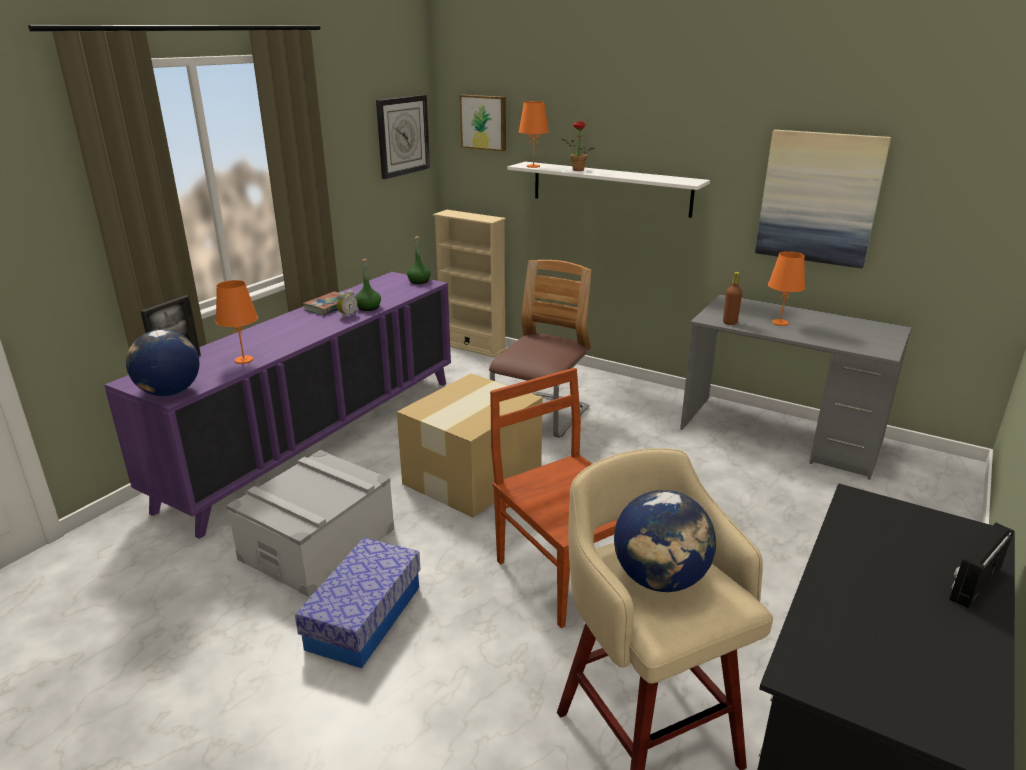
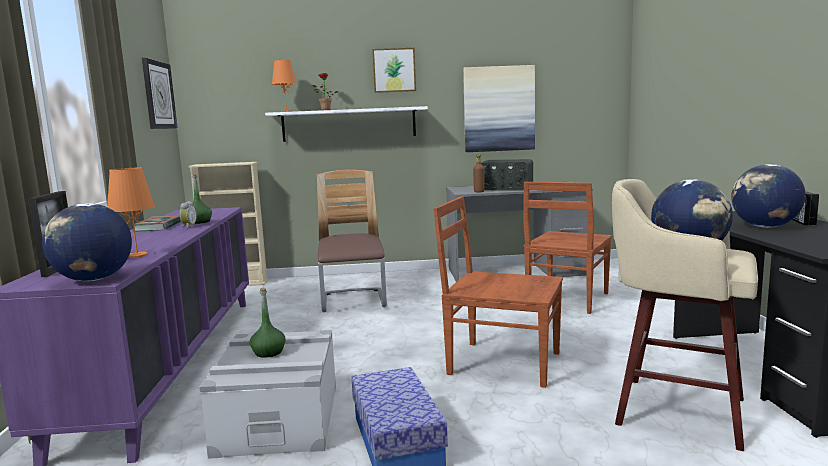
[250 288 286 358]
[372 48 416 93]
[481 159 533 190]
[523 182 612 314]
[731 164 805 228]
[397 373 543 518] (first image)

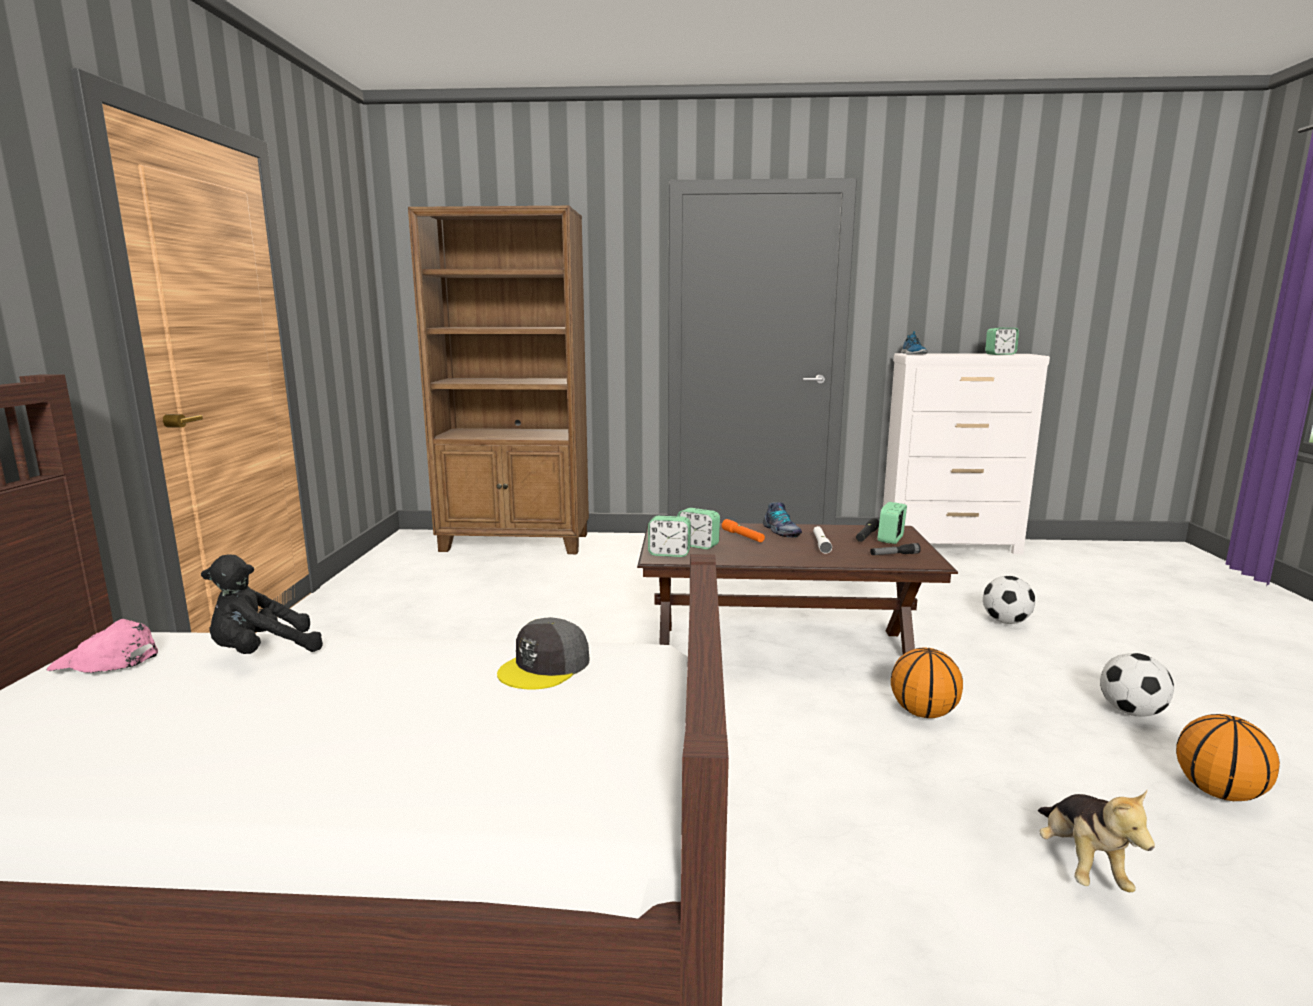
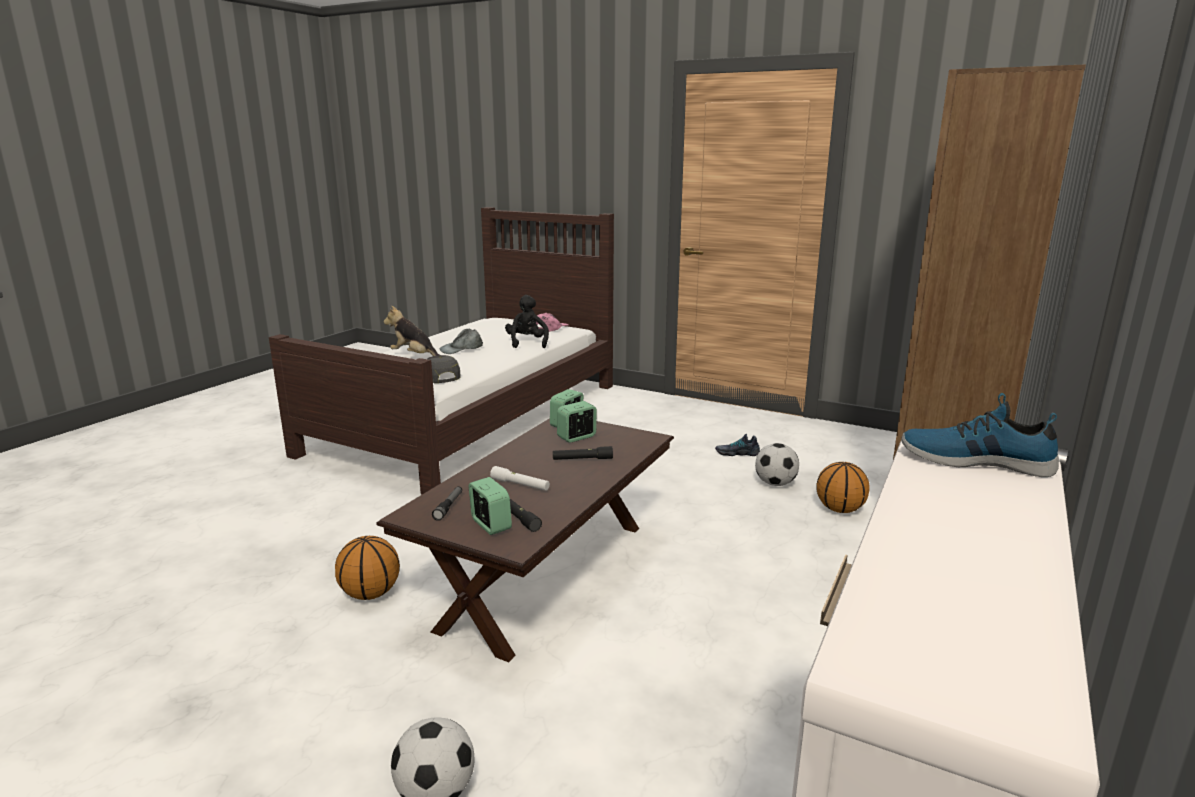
[383 306 439 356]
[440 329 483 354]
[553 446 613 460]
[715 434 760 456]
[755 443 799 486]
[816 462 870 513]
[985 327 1019 355] (first image)

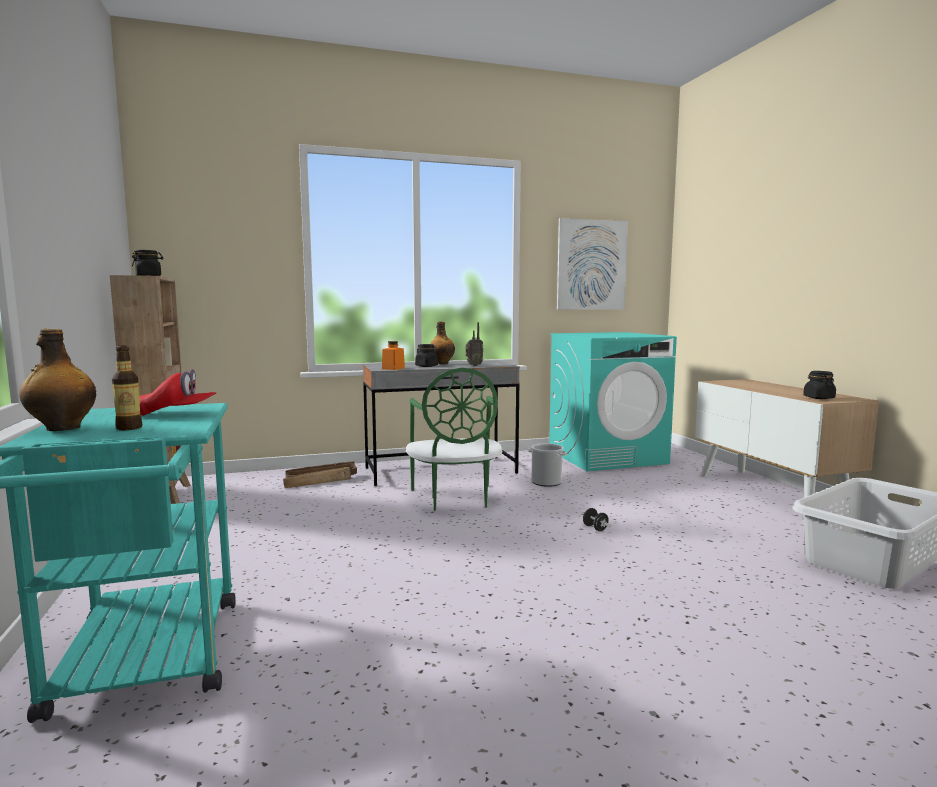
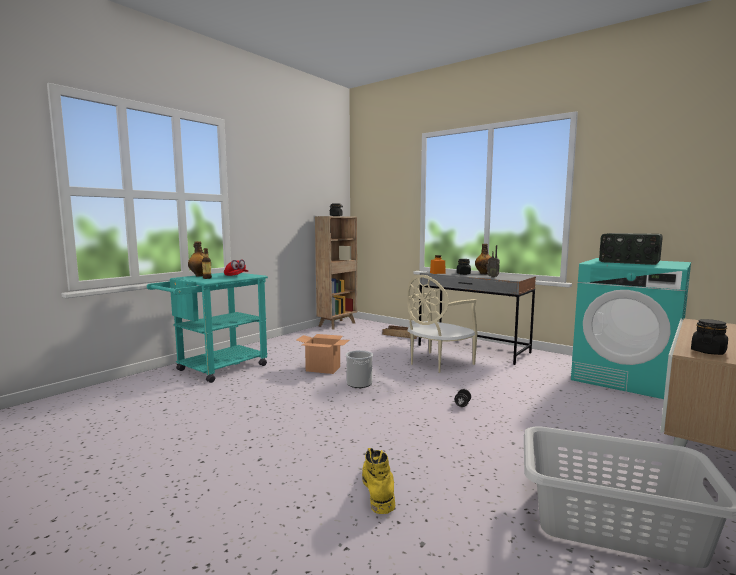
[296 334 349 374]
[346 350 373 388]
[362 448 395 514]
[407 275 478 373]
[599 233 663 265]
[557 218 628 310] (first image)

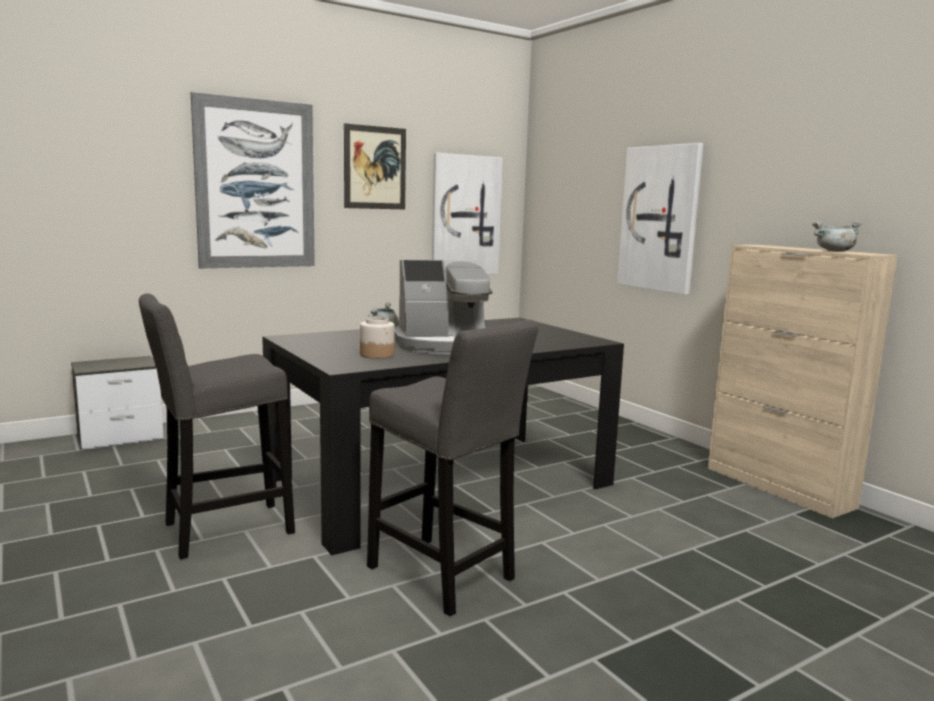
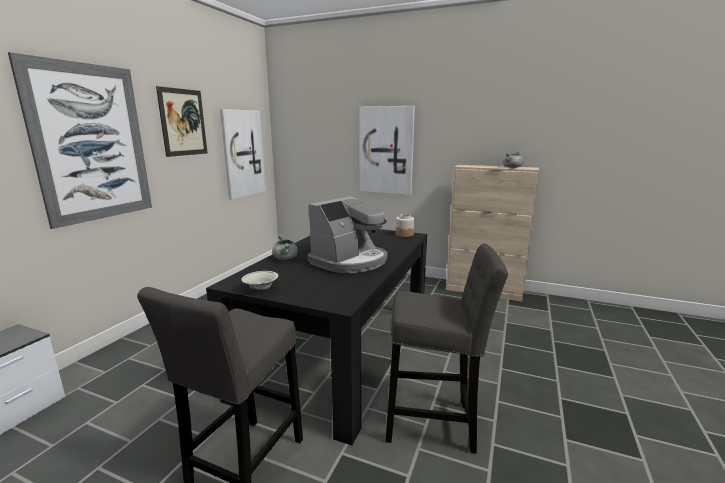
[241 271 278 291]
[396 214 414 237]

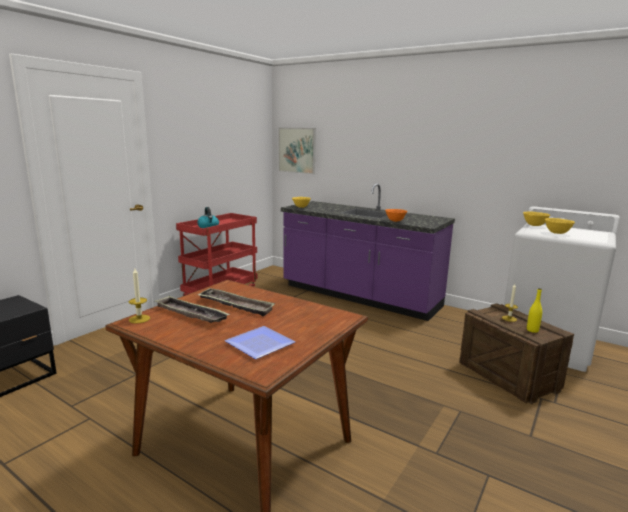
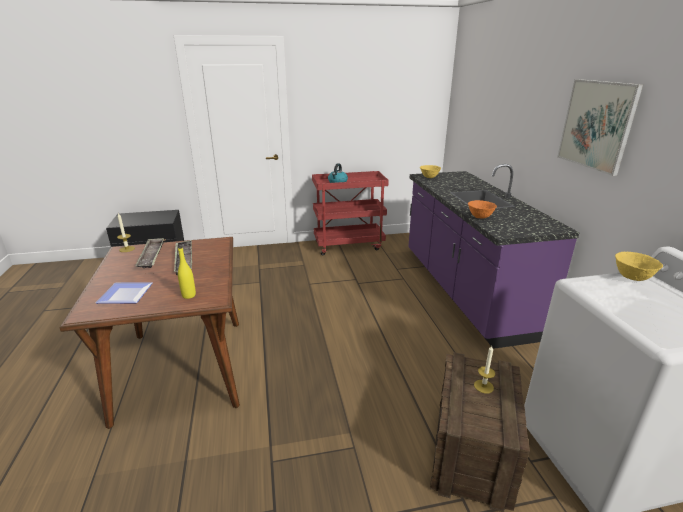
[178 247 196 299]
[557 79 643 176]
[545 218 575 234] (first image)

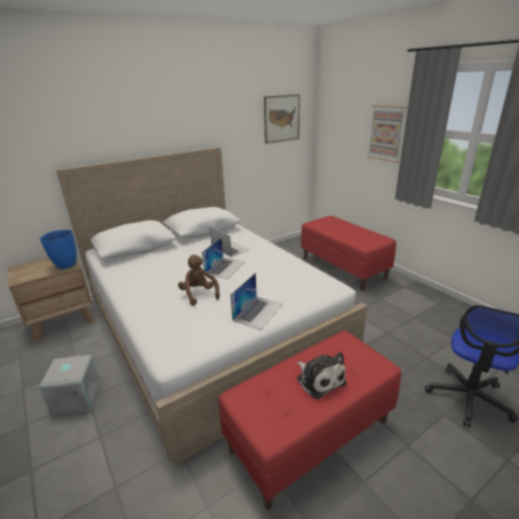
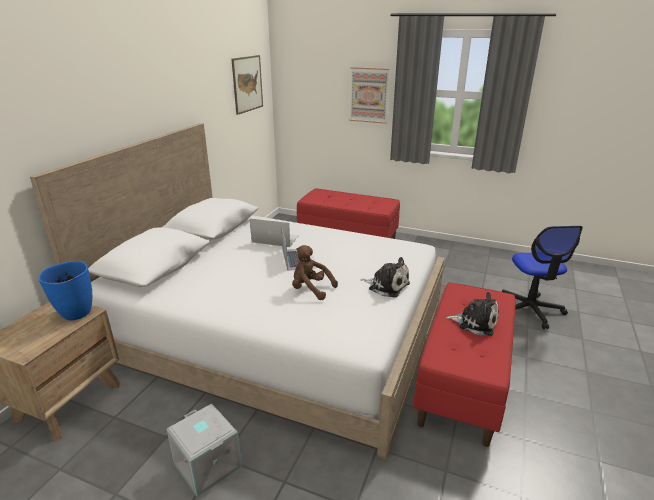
[361 257 410 298]

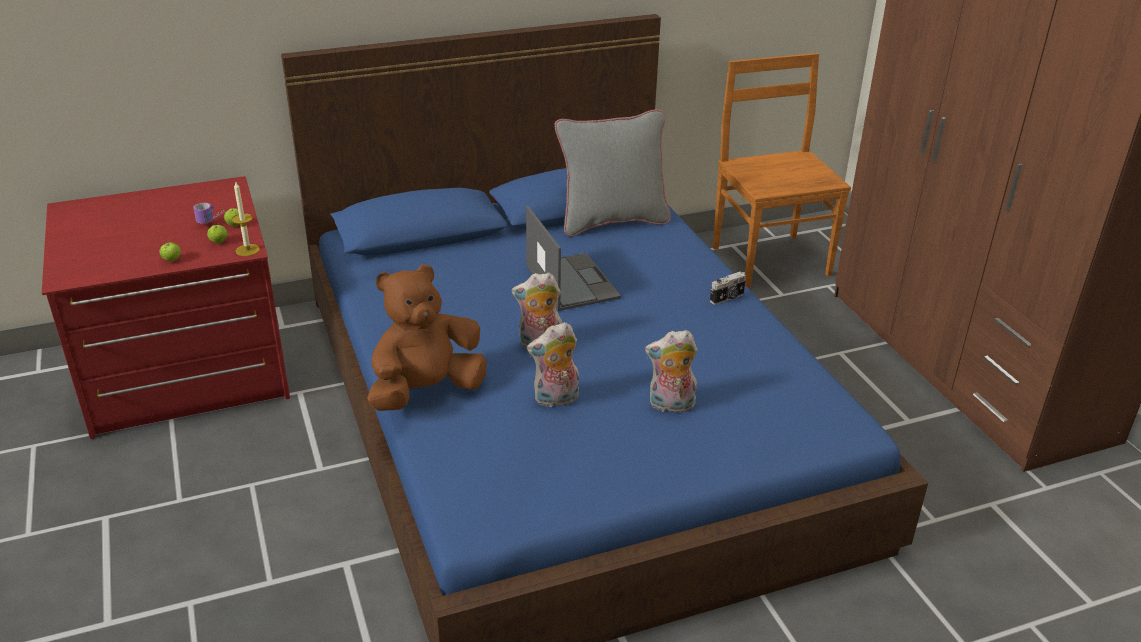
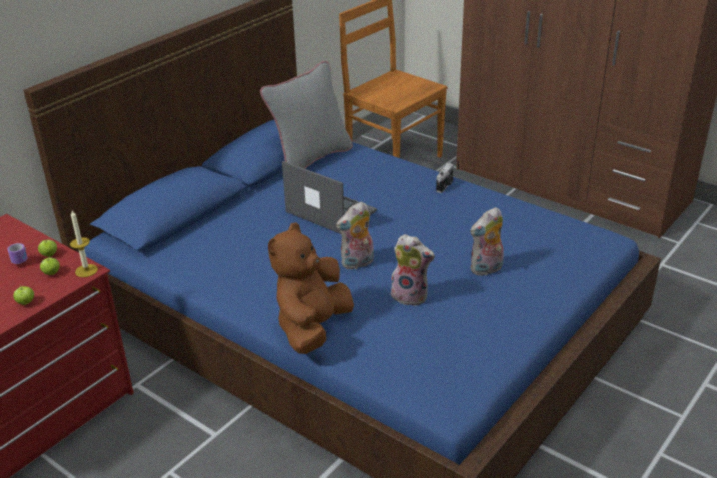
[391 234 435 306]

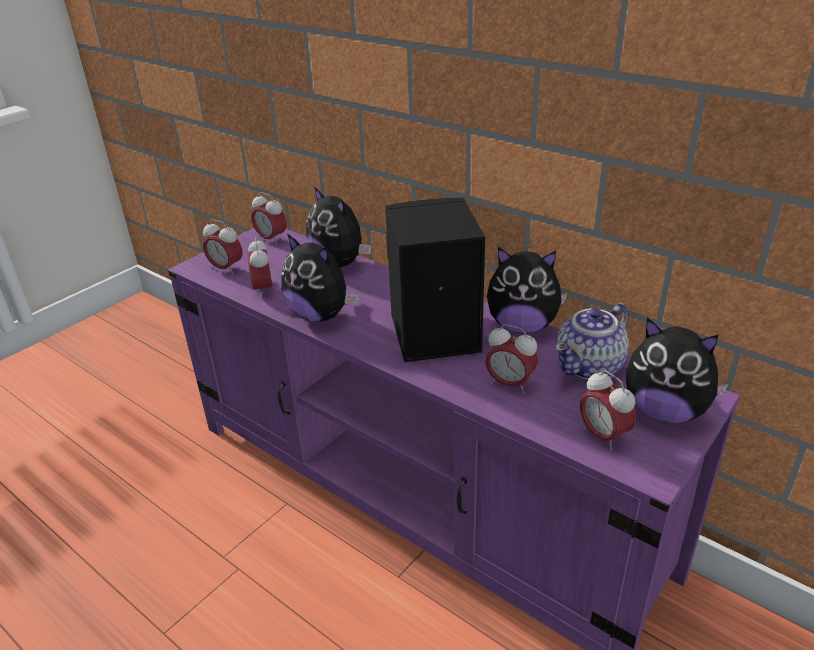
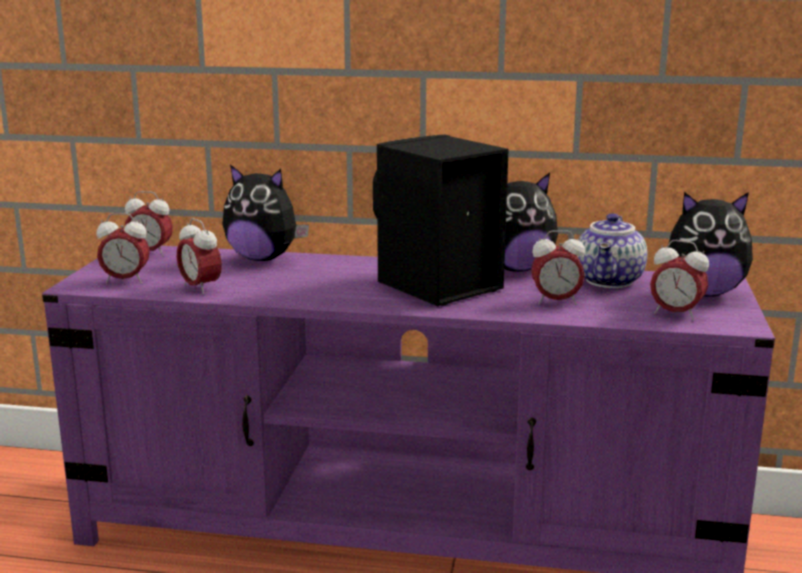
[281 233 359 322] (first image)

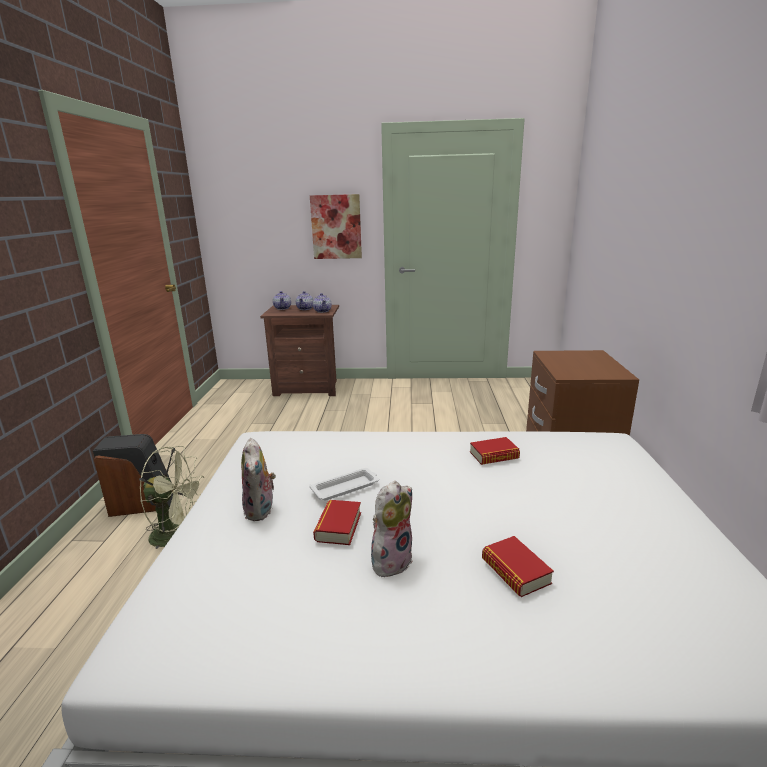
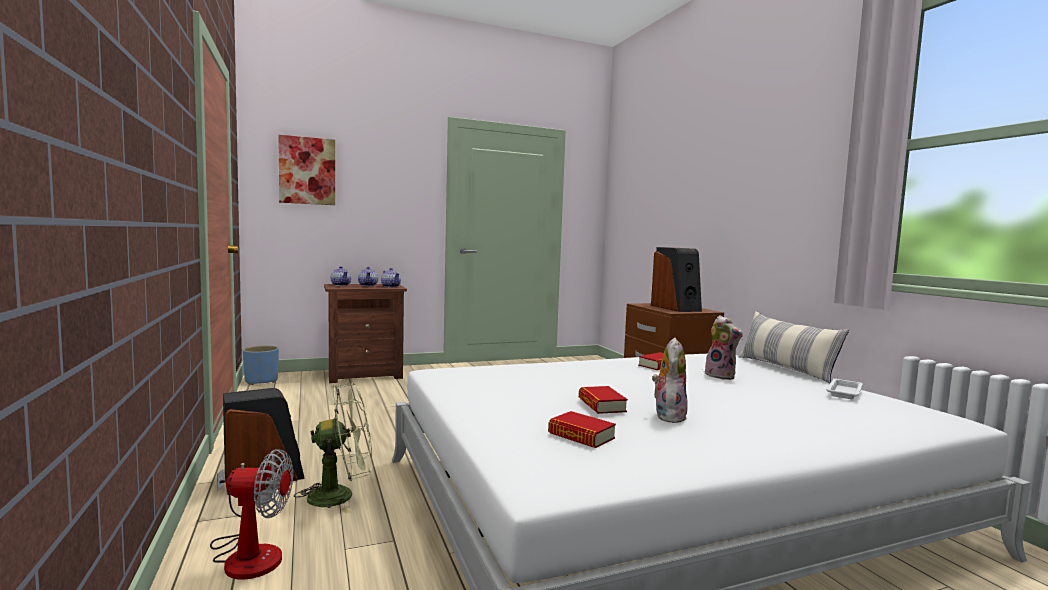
[210 449 293 580]
[243 345 279 385]
[278 135 335 205]
[548 411 616 448]
[651 247 702 312]
[705 315 743 380]
[739 311 849 383]
[827 379 863 399]

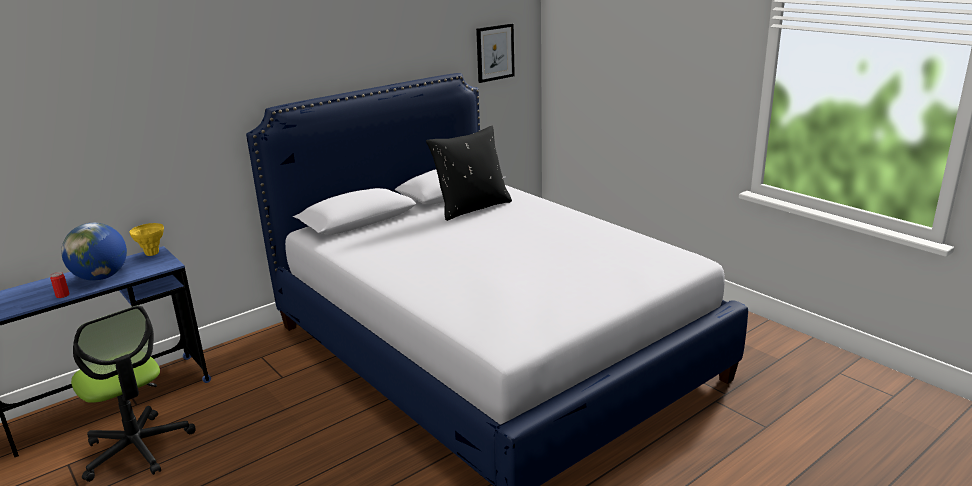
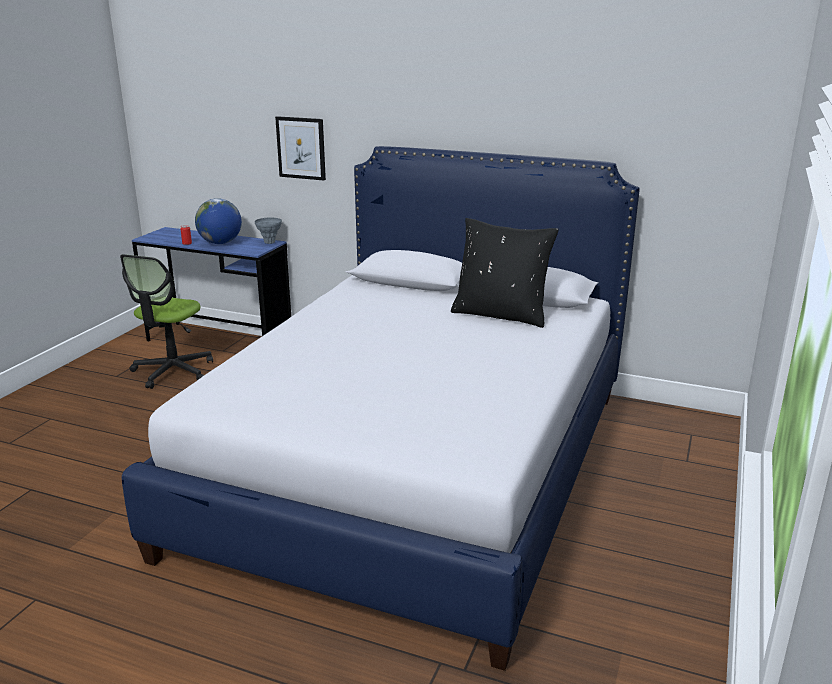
[255 217 282 244]
[275 116 326 181]

